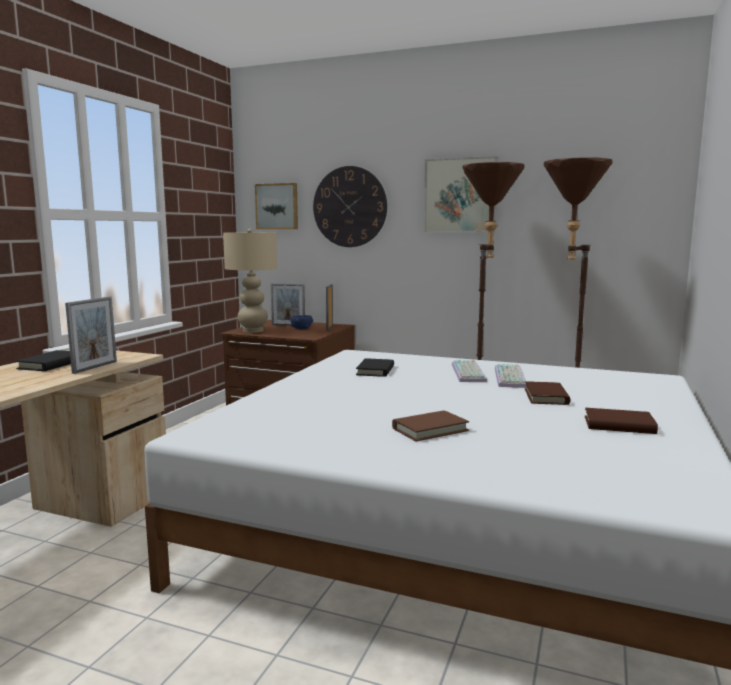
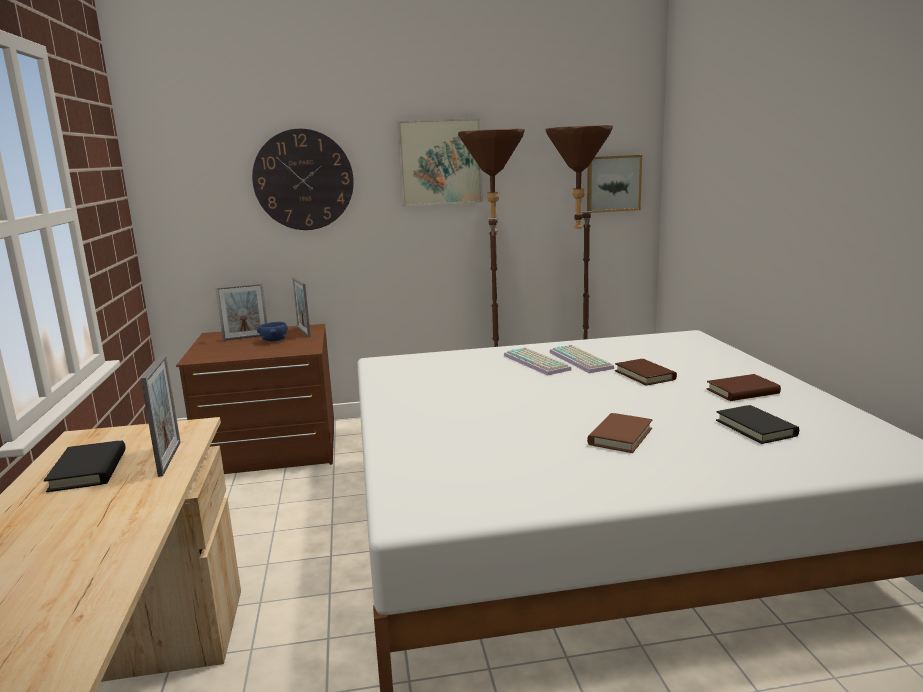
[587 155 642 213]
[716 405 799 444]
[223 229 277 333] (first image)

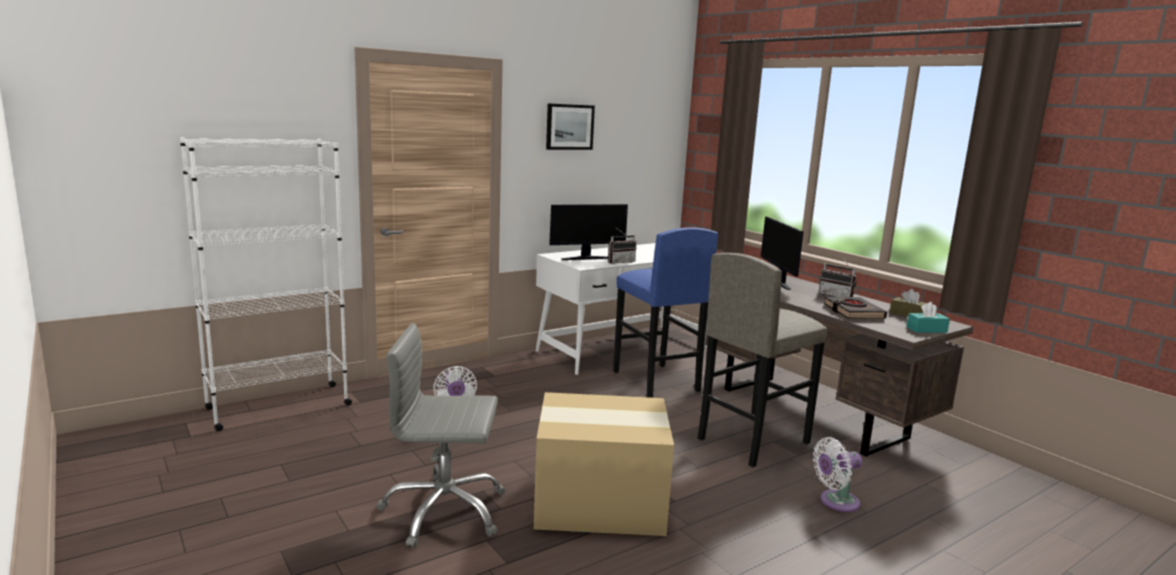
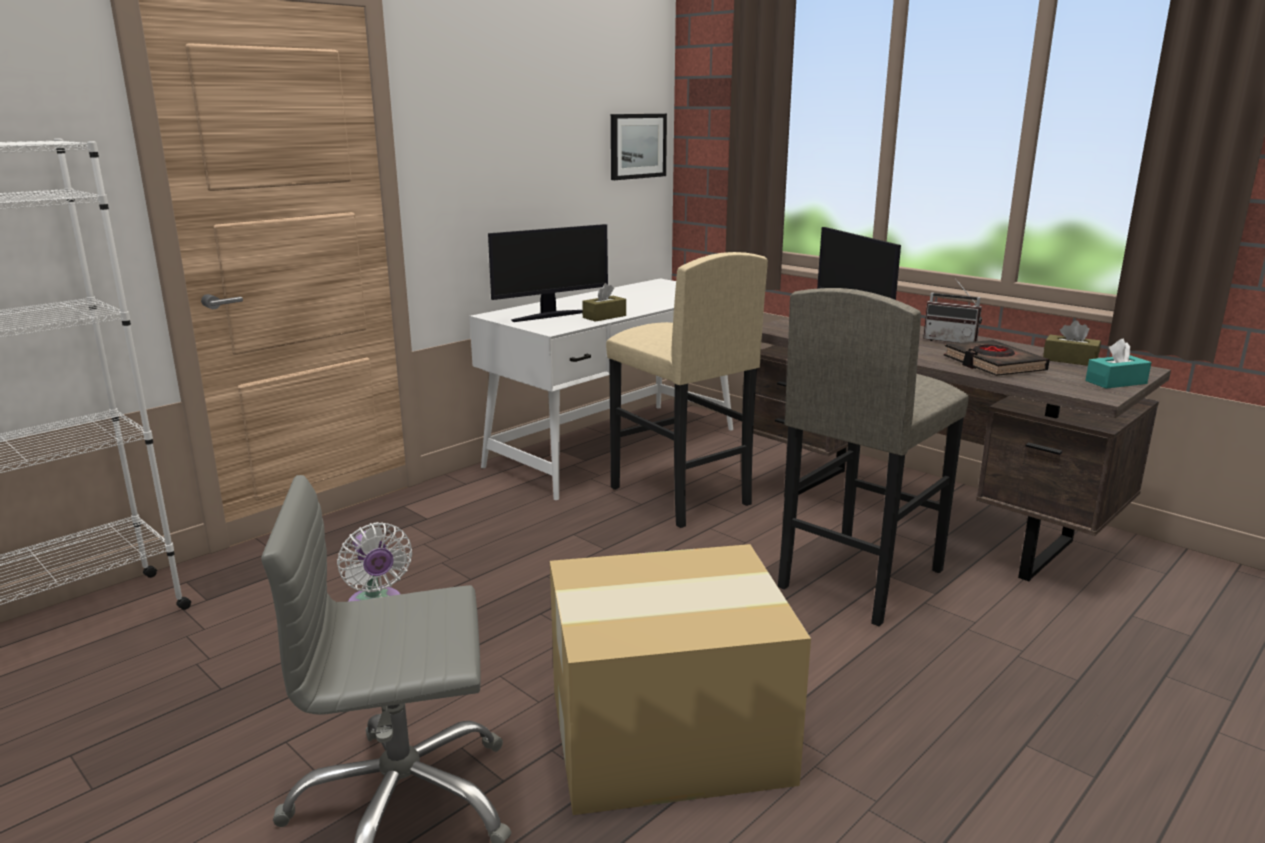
[582 283 626 322]
[606 252 768 528]
[611 114 667 180]
[813 437 862 512] (first image)

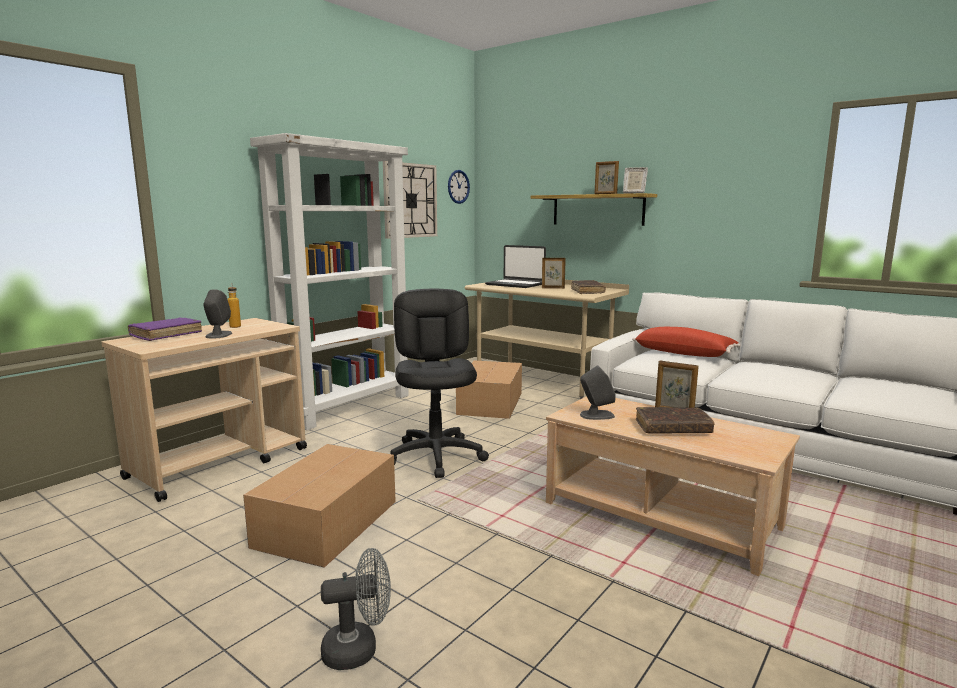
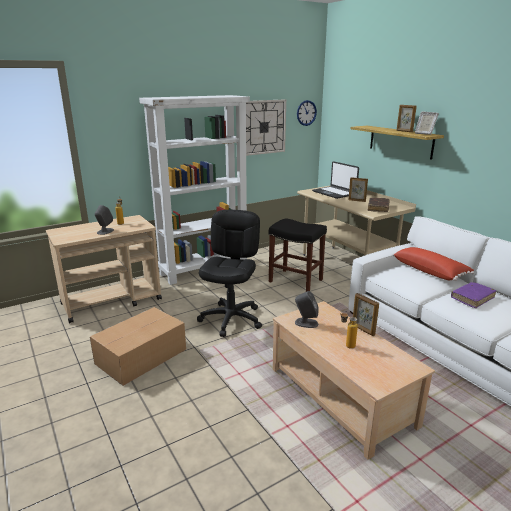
[269 218 327 292]
[340 311 358 349]
[451 282 496 308]
[321 548 391 670] (first image)

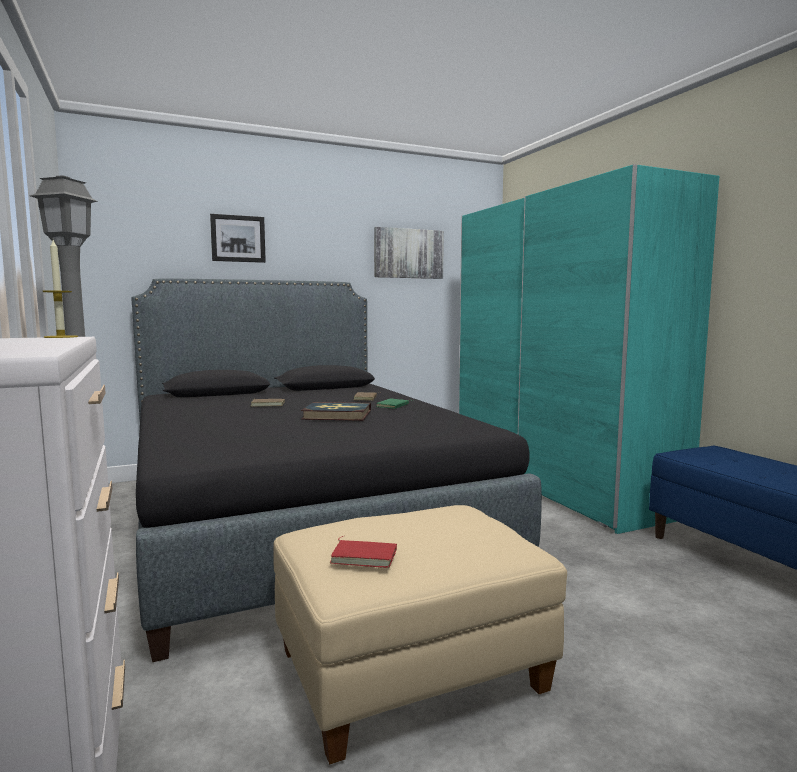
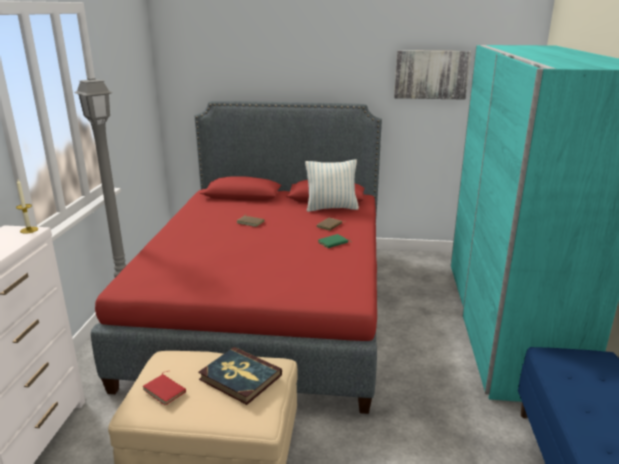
[91 101 382 414]
[198 347 282 405]
[305 159 359 212]
[210 214 266 263] (first image)

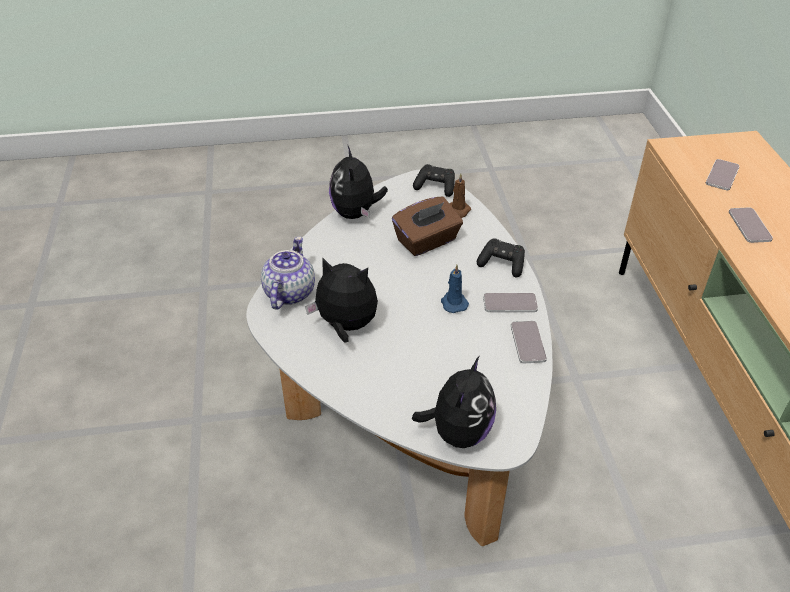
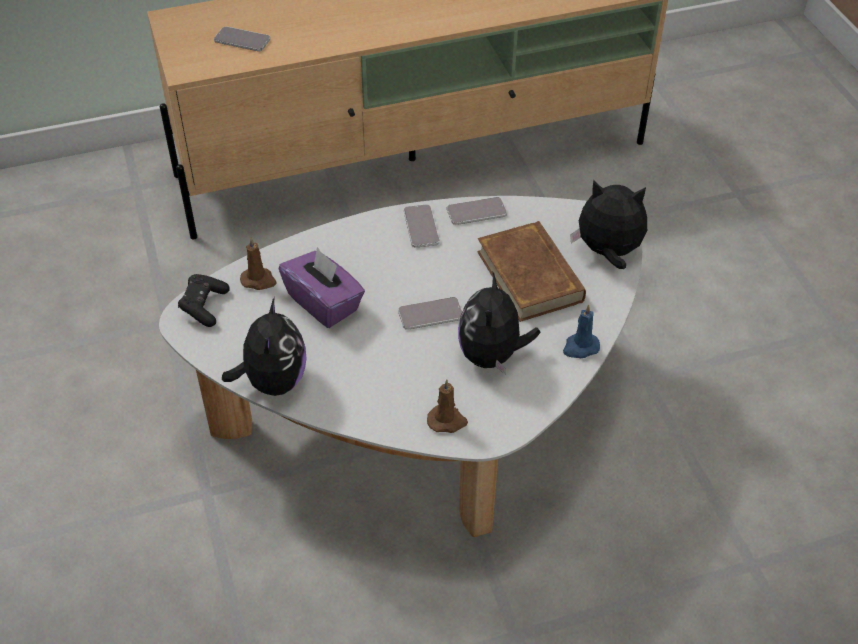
[222 297 307 396]
[278 247 365 328]
[398 297 462 330]
[427 379 468 433]
[477 221 586 322]
[563 304 600 358]
[477 238 525 278] (first image)

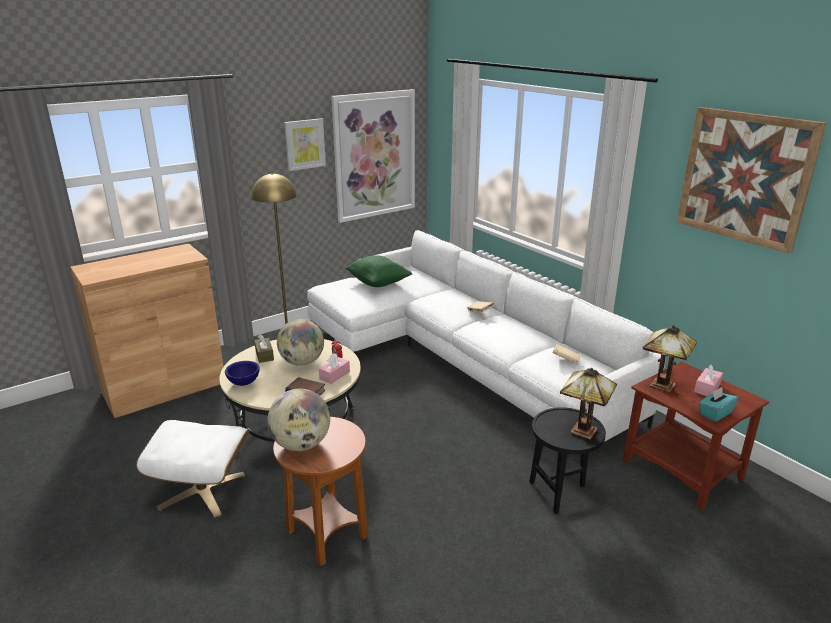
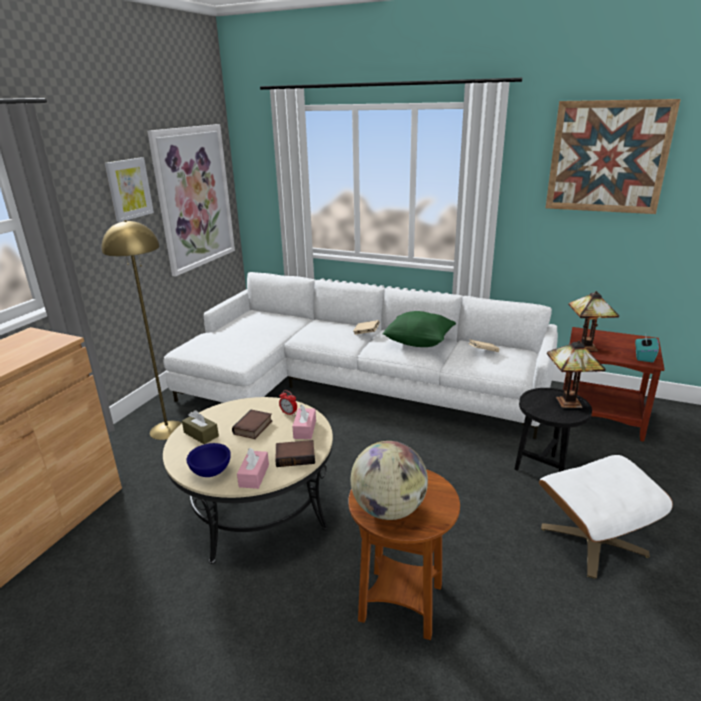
[232 410 272 439]
[237 448 269 489]
[382 311 456 347]
[539 455 673 579]

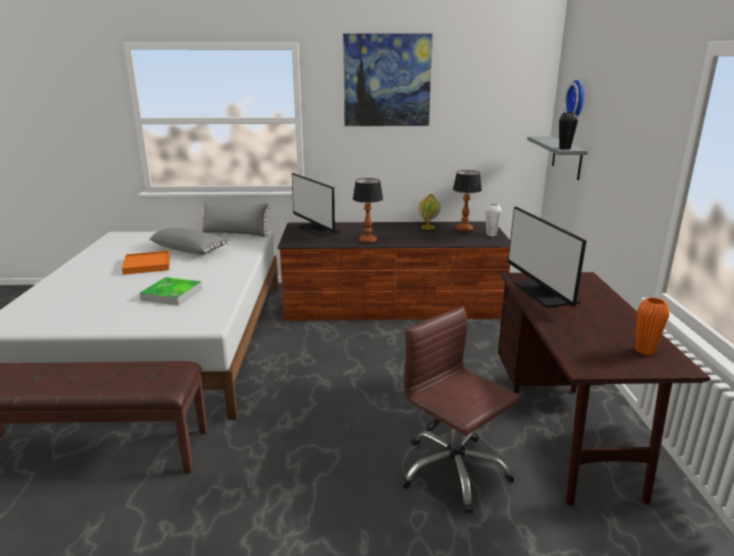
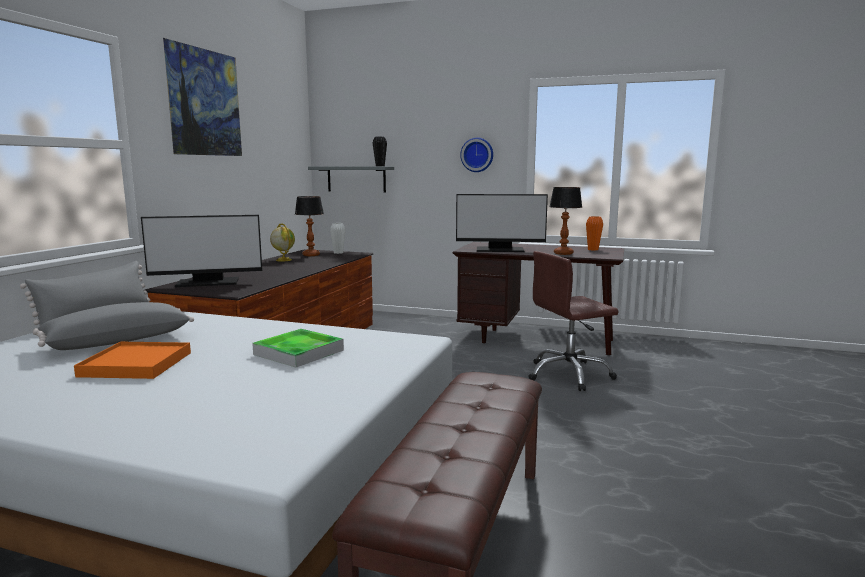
[460 137 493 172]
[549 187 582 255]

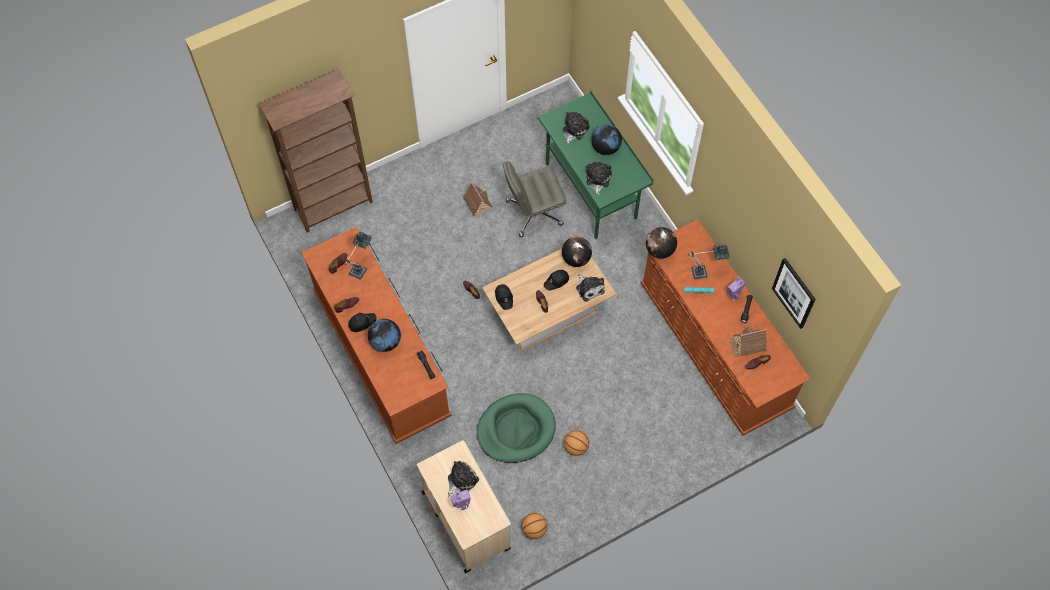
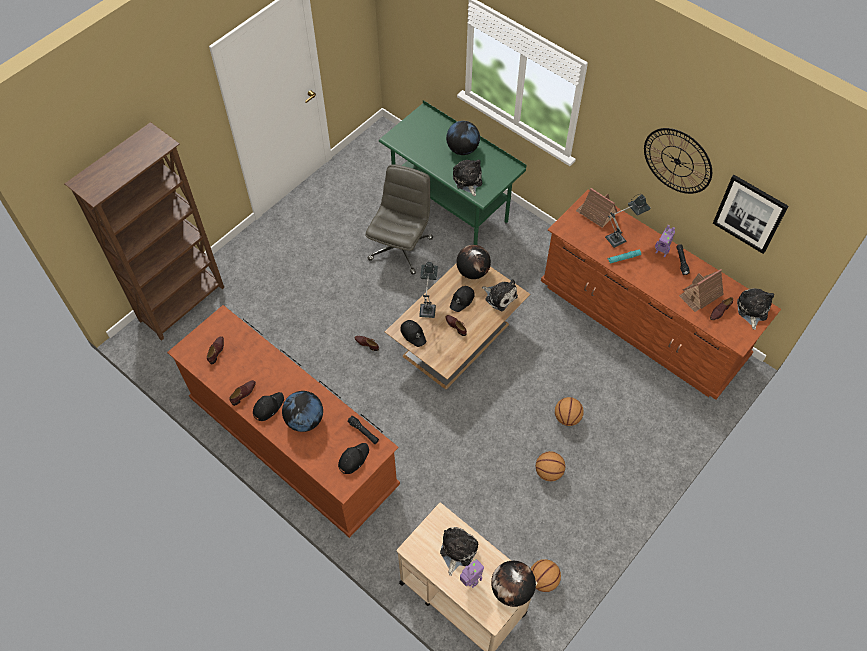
[338 443 369 474]
[365 164 433 275]
[419 262 438 318]
[491 561 536 607]
[555 397 584 426]
[576 188 617 228]
[644 128 712 194]
[737 288 774 330]
[477 393 556 463] (first image)

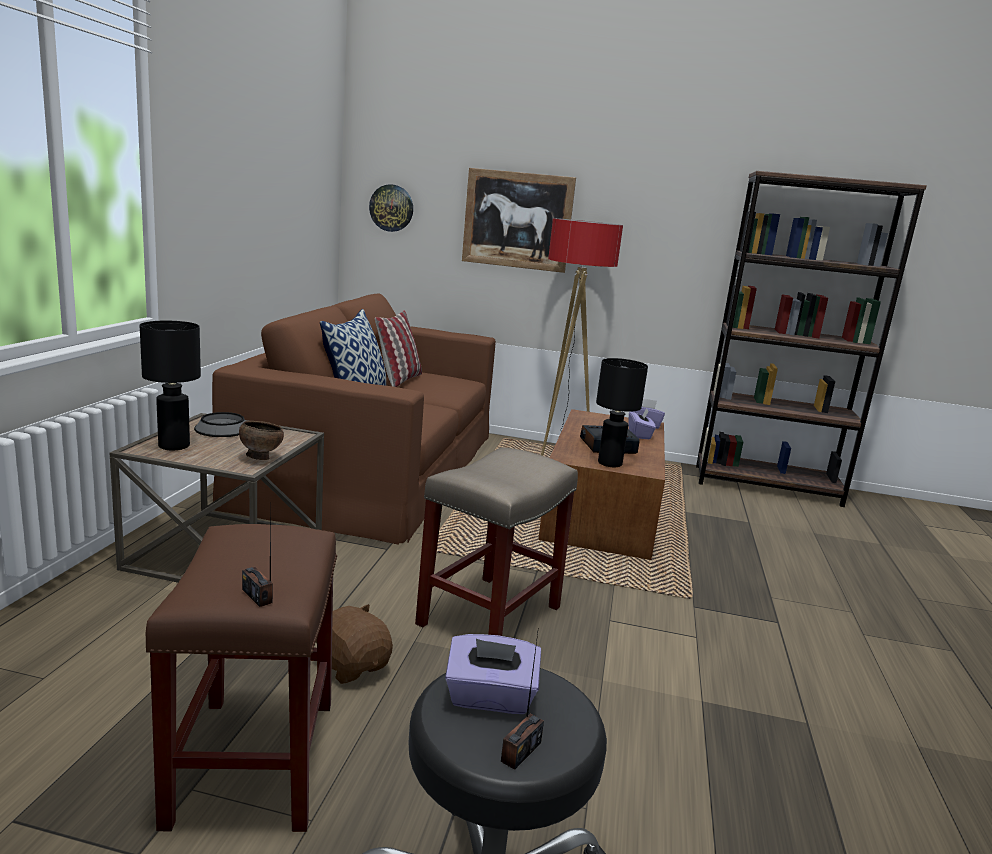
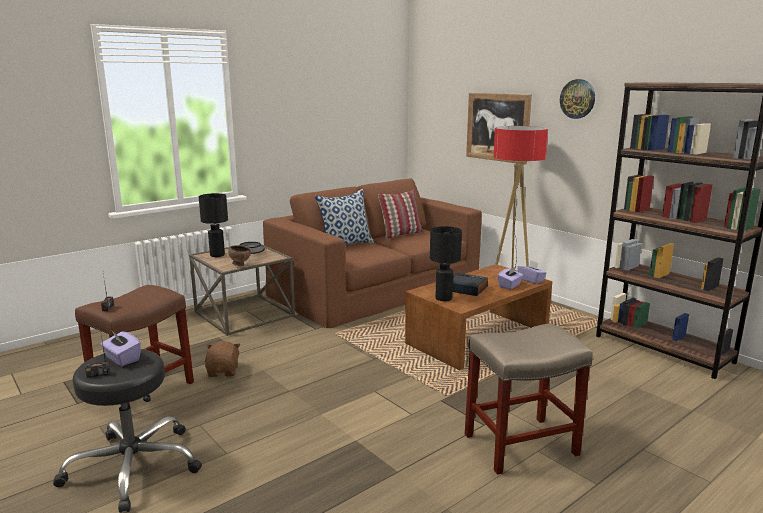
[465 323 593 475]
[560 79 595 119]

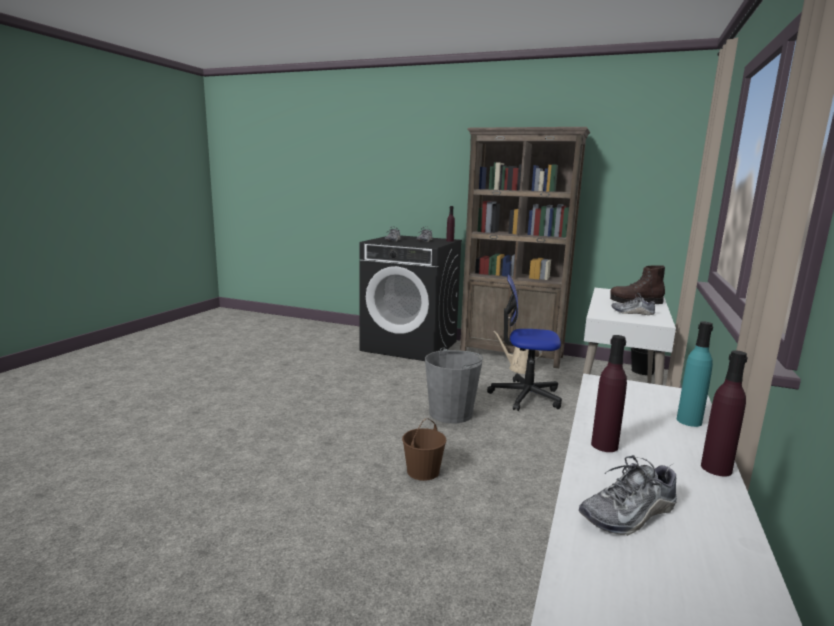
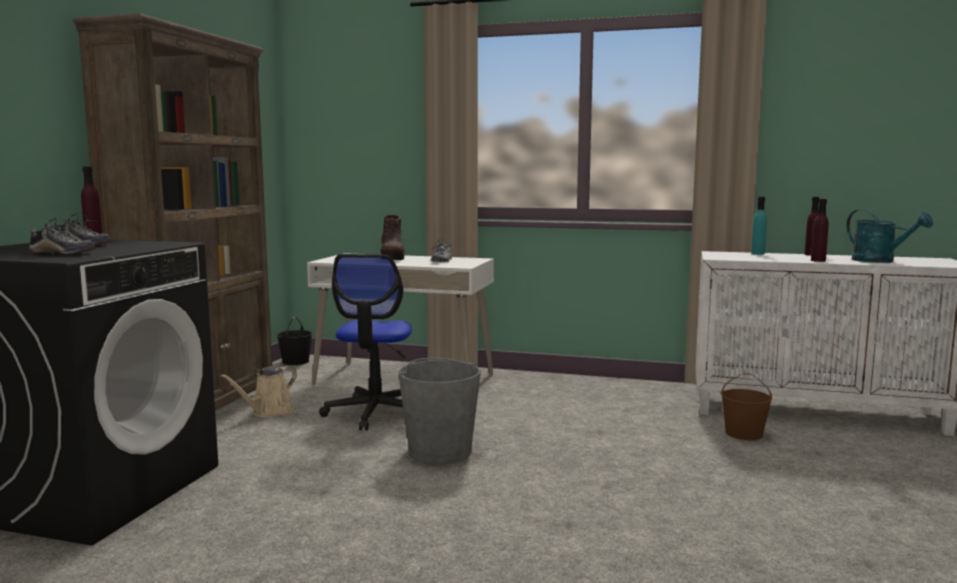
[721 373 772 440]
[846 210 933 263]

